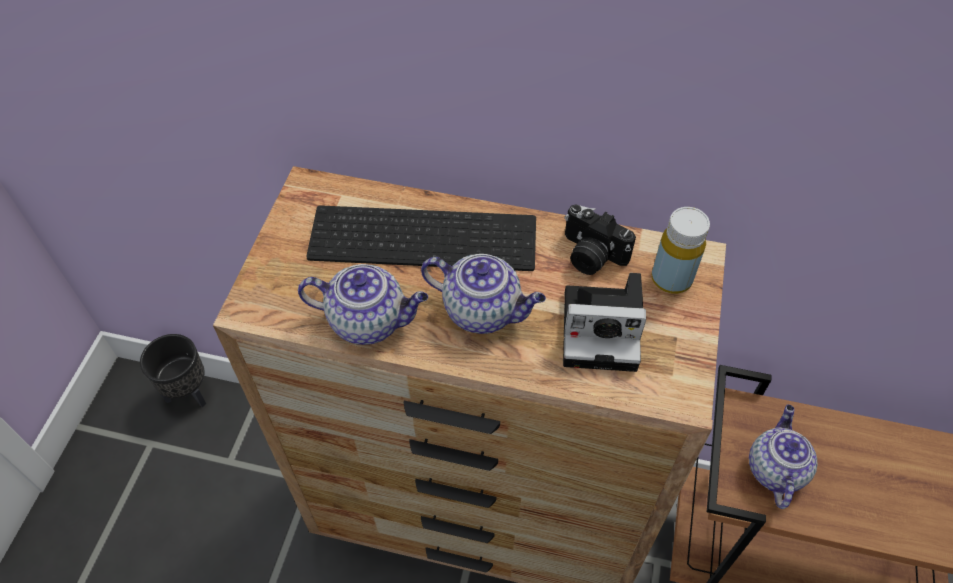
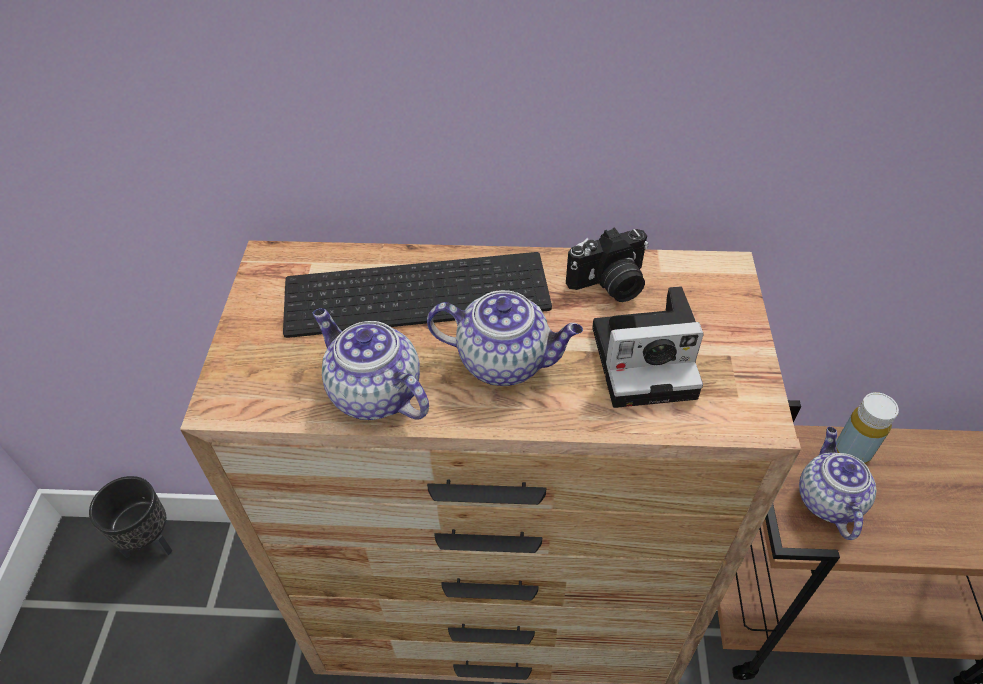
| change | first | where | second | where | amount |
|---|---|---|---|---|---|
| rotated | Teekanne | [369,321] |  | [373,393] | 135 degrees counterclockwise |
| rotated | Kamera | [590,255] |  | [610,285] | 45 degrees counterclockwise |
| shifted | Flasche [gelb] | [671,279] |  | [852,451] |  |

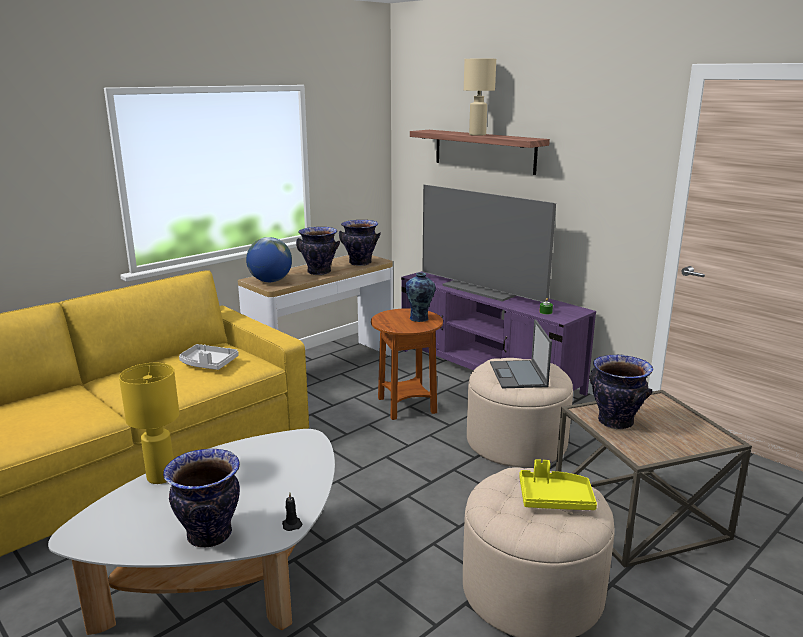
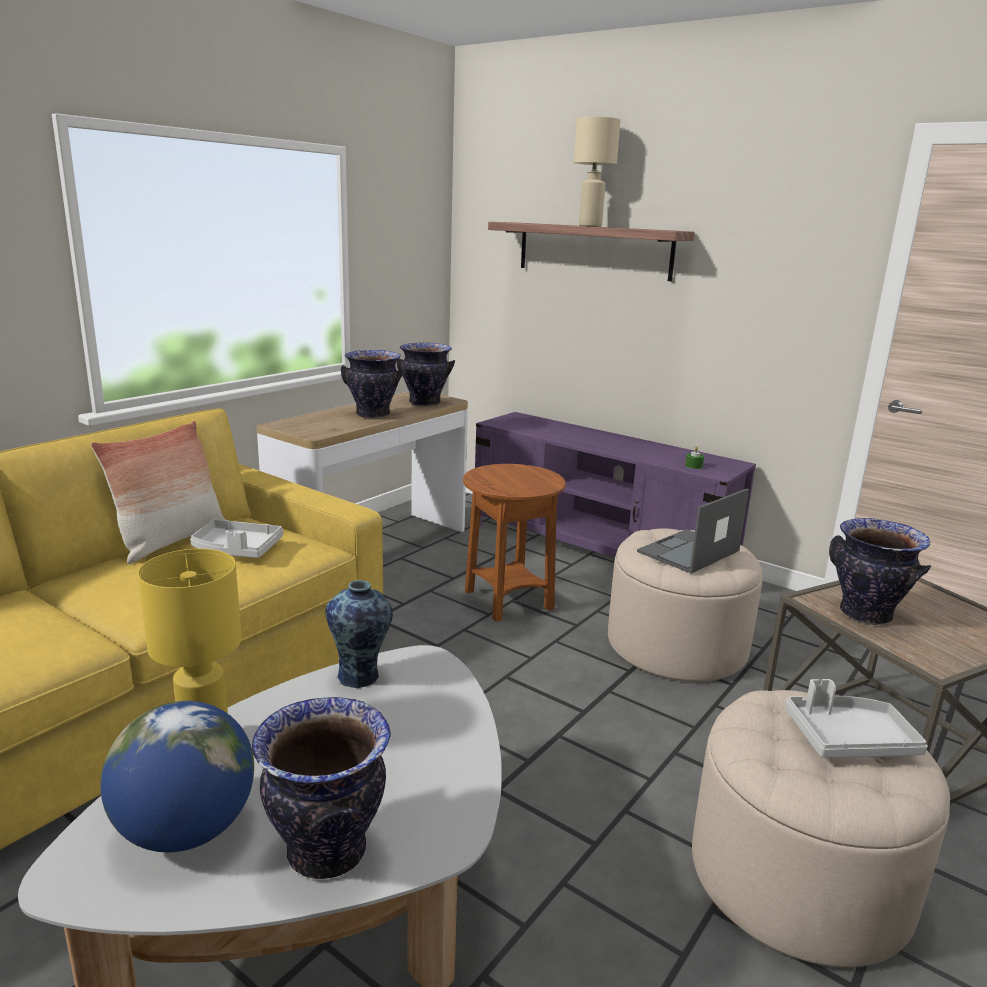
| change | first | where | second | where | amount |
|---|---|---|---|---|---|
| shifted | Globus | [270,281] |  | [186,830] |  |
| gone | Kerze [schwarz] | [291,524] |  |  |  |
| shifted | Vase | [420,319] |  | [360,677] |  |
| gone | Fernseher | [483,289] |  |  |  |
| rotated | Laptop | [518,375] |  | [688,552] | 60 degrees clockwise |
| repainted | Tablett [gelb] | [554,499] | Tablett [grau] | [848,739] |  |
| new |  |  | Kissen | [171,541] |  |

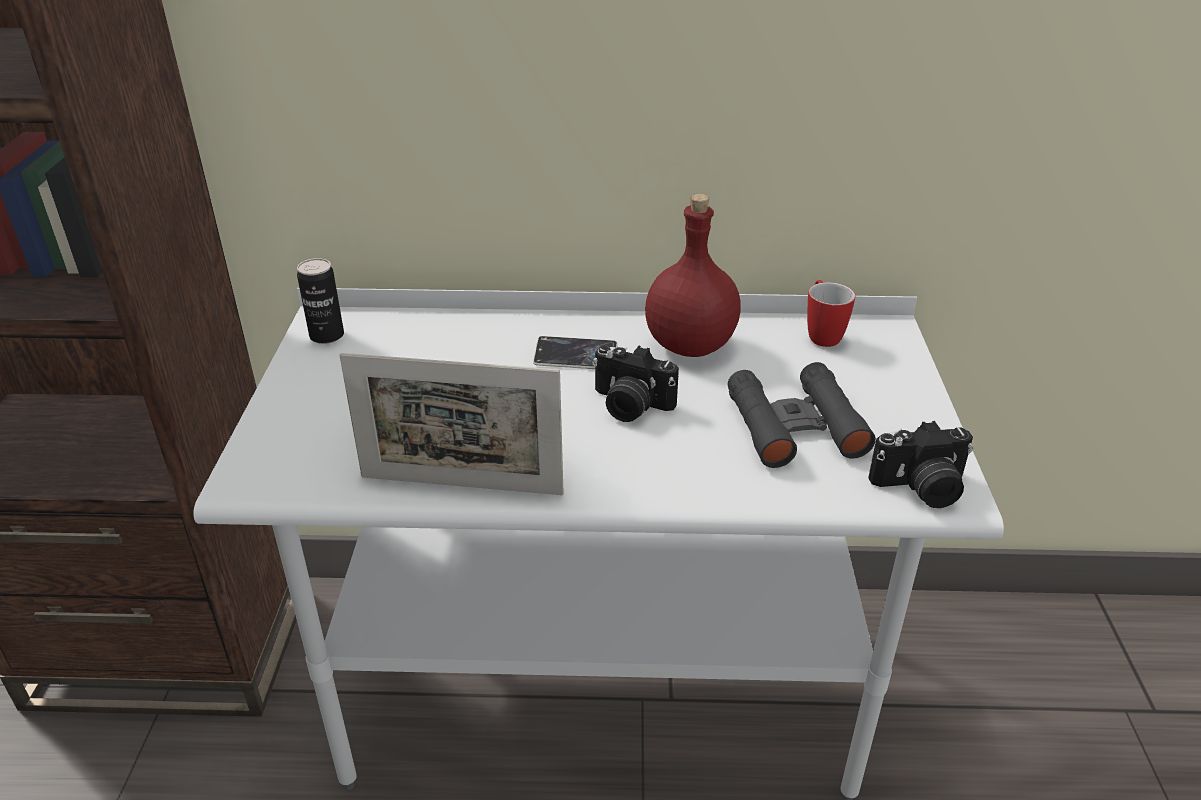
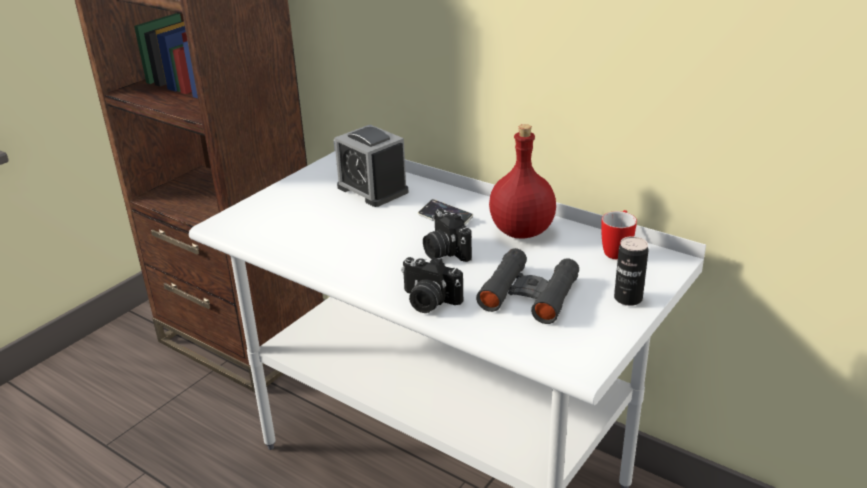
| change | first | where | second | where | amount |
|---|---|---|---|---|---|
| shifted | Dose | [327,336] |  | [628,298] |  |
| gone | Bilderrahmen | [461,485] |  |  |  |
| shifted | Kamera | [921,488] |  | [428,301] |  |
| new |  |  | Wecker | [372,189] |  |

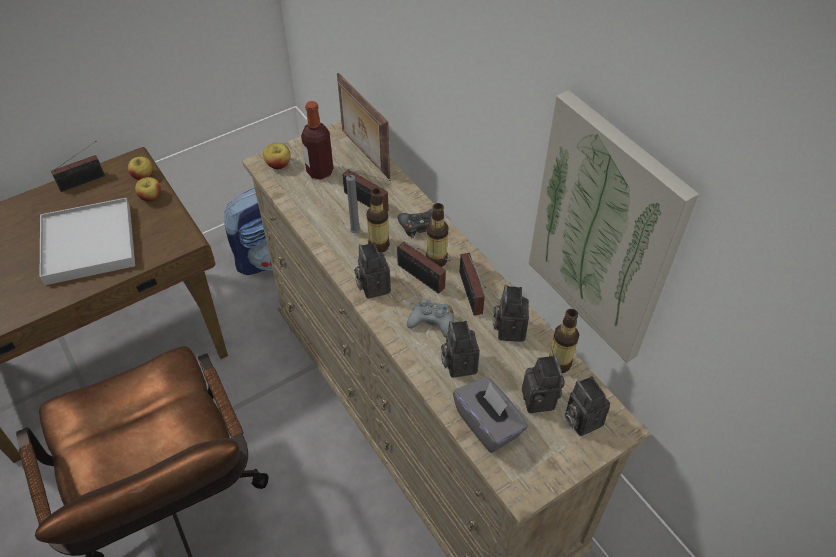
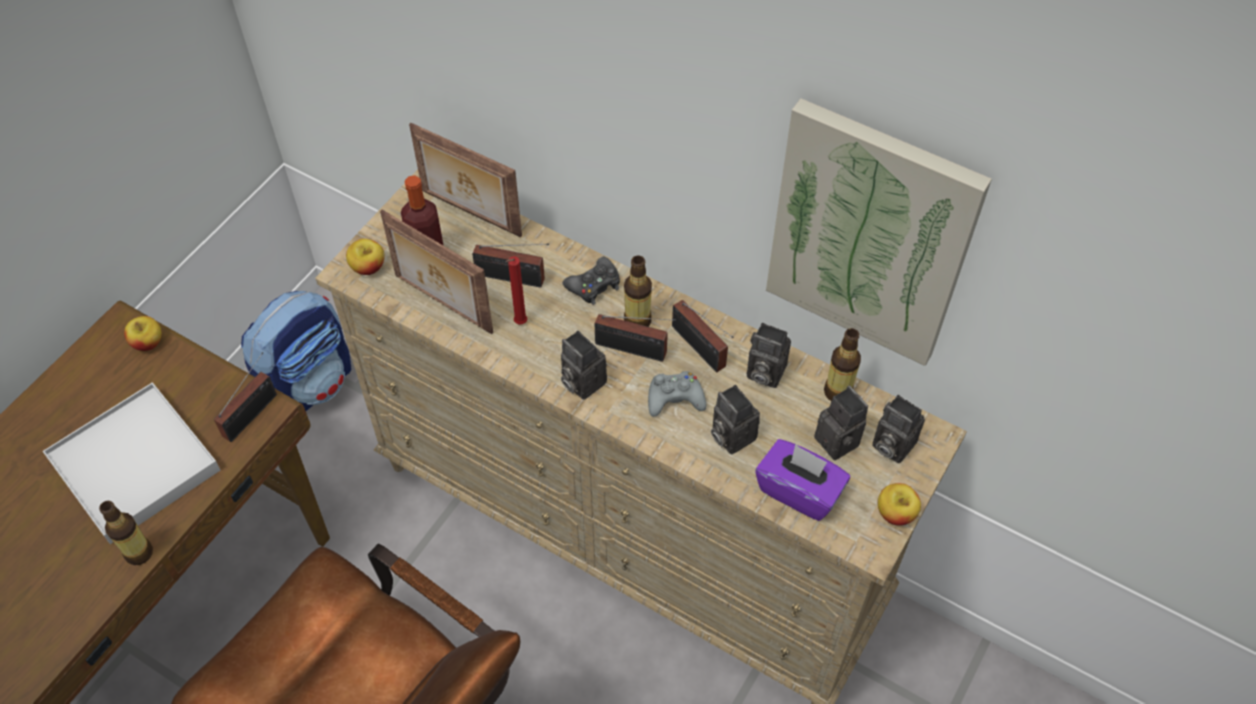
| change | first | where | second | where | amount |
|---|---|---|---|---|---|
| shifted | Radio | [85,181] |  | [253,413] |  |
| shifted | Apfel | [151,197] |  | [895,513] |  |
| repainted | Kerze [grau] | [353,233] | Kerze [rot] | [519,324] |  |
| shifted | Flasche | [379,245] |  | [139,553] |  |
| repainted | Taschentuchbox [grau] | [488,424] | Taschentuchbox [lila] | [799,491] |  |
| rotated | Kamera | [509,328] |  | [763,372] | 45 degrees counterclockwise |
| new |  |  | Bilderrahmen | [442,305] |  |

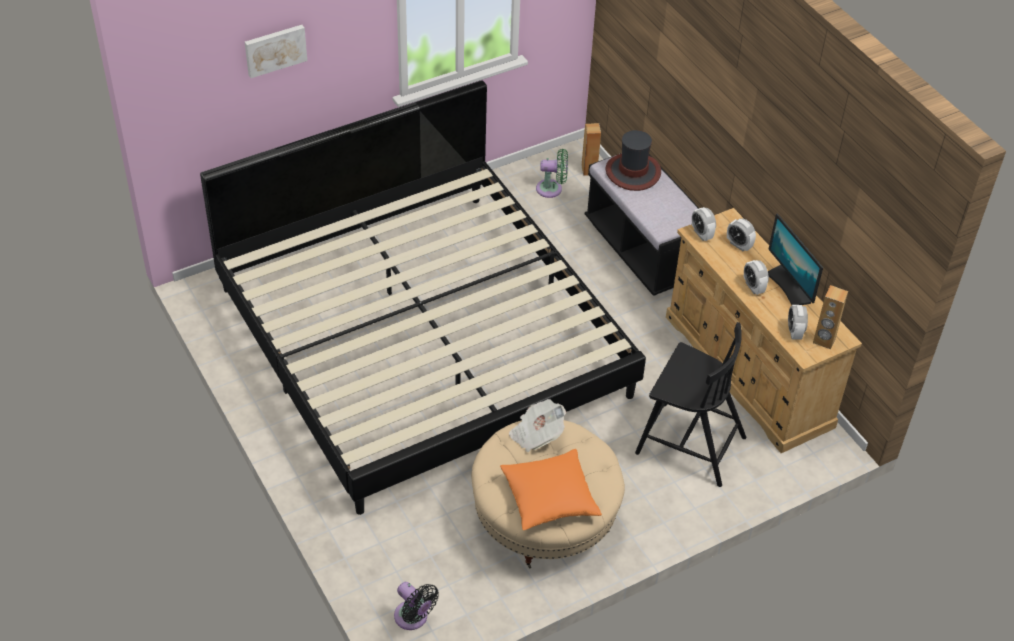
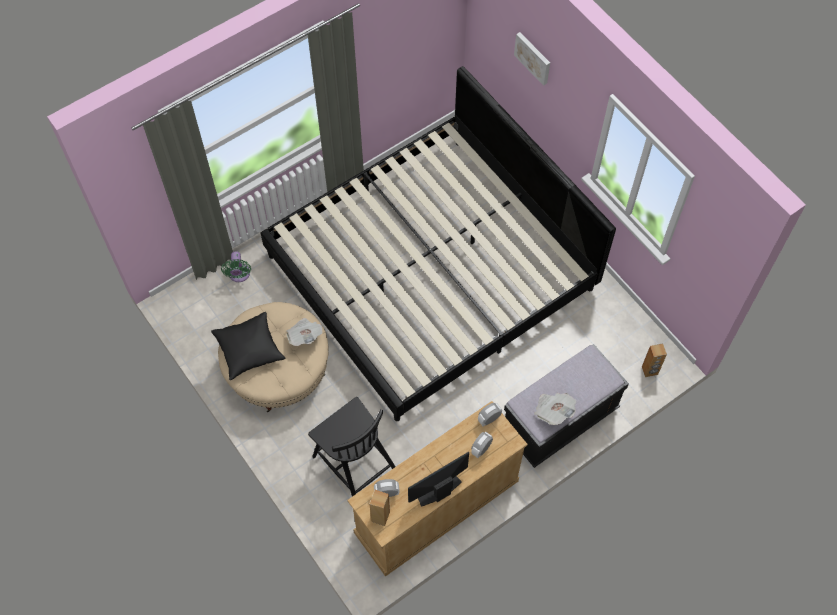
| change | first | where | second | where | amount |
|---|---|---|---|---|---|
| gone | Ventilator [schwarz] | [413,618] |  |  |  |
| repainted | Kissen [orange] | [549,498] | Kissen [schwarz] | [249,349] |  |
| shifted | Ventilator [grün] | [552,189] |  | [239,275] |  |
| gone | Hut | [633,172] |  |  |  |
| rotated | Stuhl [schwarz] | [688,444] |  | [354,463] | 60 degrees counterclockwise |
| gone | Wecker | [753,287] |  |  |  |
| new |  |  | Zeitung | [553,411] |  |

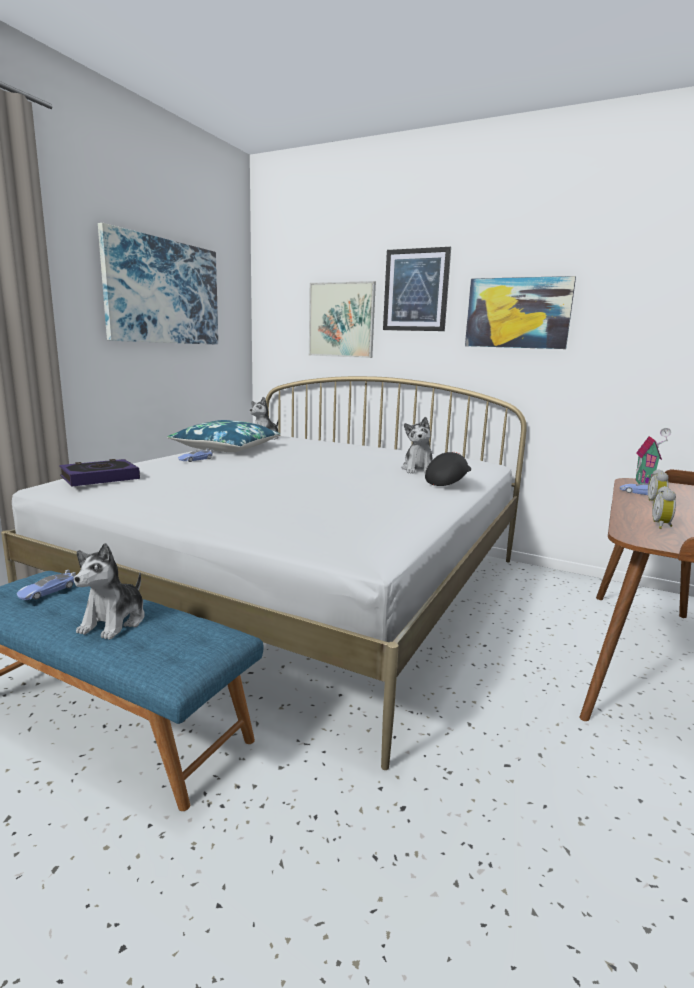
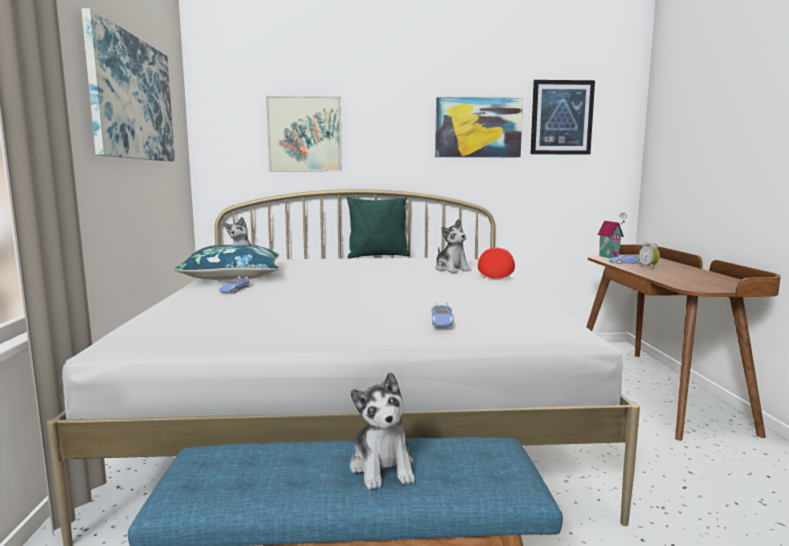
| change | first | where | second | where | amount |
|---|---|---|---|---|---|
| shifted | Spielzeugauto | [47,591] |  | [442,321] |  |
| gone | Buch | [100,478] |  |  |  |
| shifted | Bild | [416,290] |  | [561,117] |  |
| repainted | Kappe [schwarz] | [447,481] | Kappe [rot] | [495,274] |  |
| gone | Wecker | [662,525] |  |  |  |
| new |  |  | Kissen [grün] | [378,256] |  |

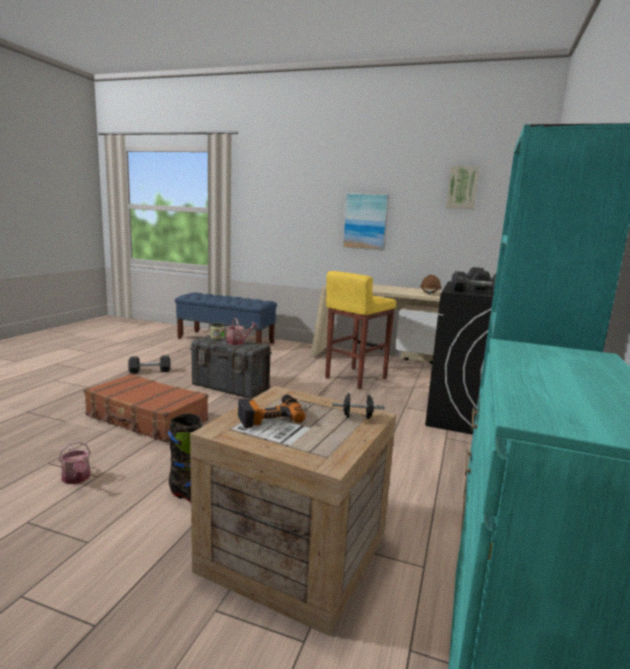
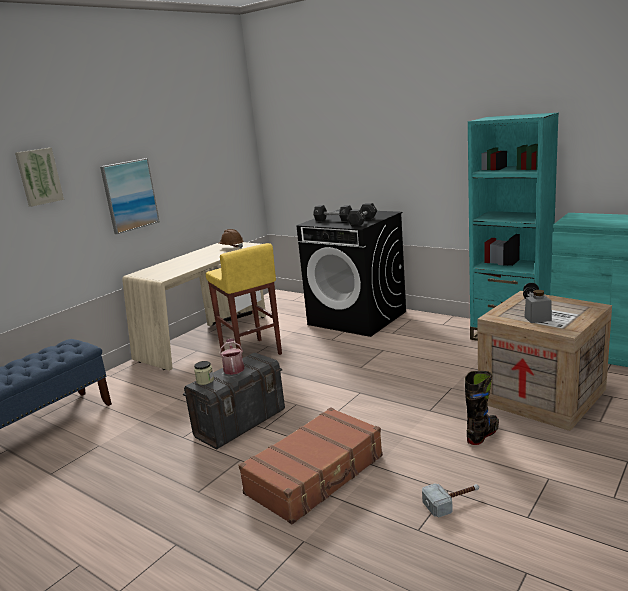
| change | first | where | second | where | amount |
|---|---|---|---|---|---|
| swapped | Gießkanne | [77,479] | Hammer | [453,502] |  |
| gone | Hantel [schwarz] | [150,371] |  |  |  |
| swapped | Bohrmaschine | [269,416] | Vorratsglas [grau] | [537,319] |  |
| shifted | Bild | [462,187] |  | [39,176] |  |

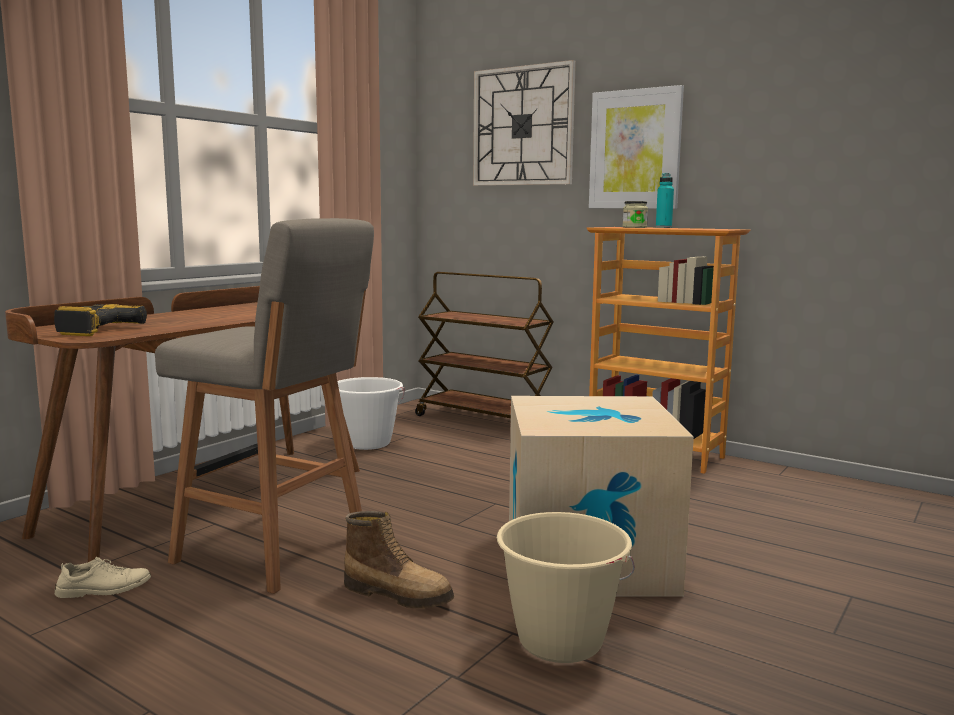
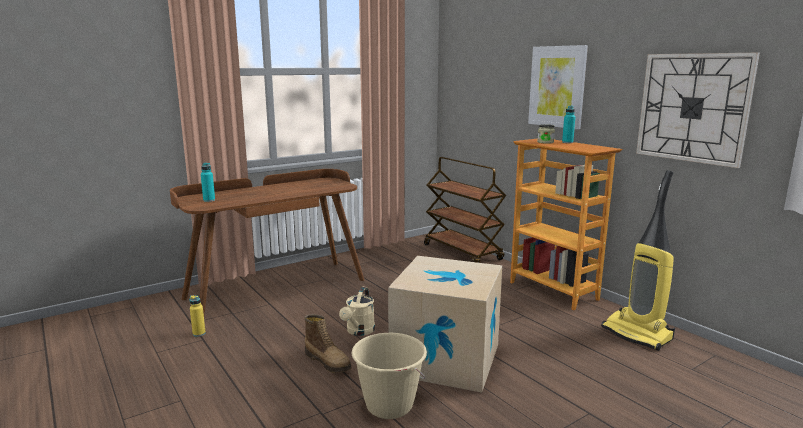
| change | first | where | second | where | amount |
|---|---|---|---|---|---|
| swapped | Bohrmaschine | [94,330] | Flasche [türkis] | [209,200] |  |
| swapped | Schuh [beige] | [104,589] | Flasche [gelb] | [199,333] |  |
| gone | Hocker [grau] | [276,551] |  |  |  |
| gone | Eimer [weiß] | [367,443] |  |  |  |
| shifted | Wanduhr | [523,126] |  | [693,108] |  |
| new |  |  | Gießkanne [beige] | [359,331] |  |
| new |  |  | Staubsauger | [638,334] |  |

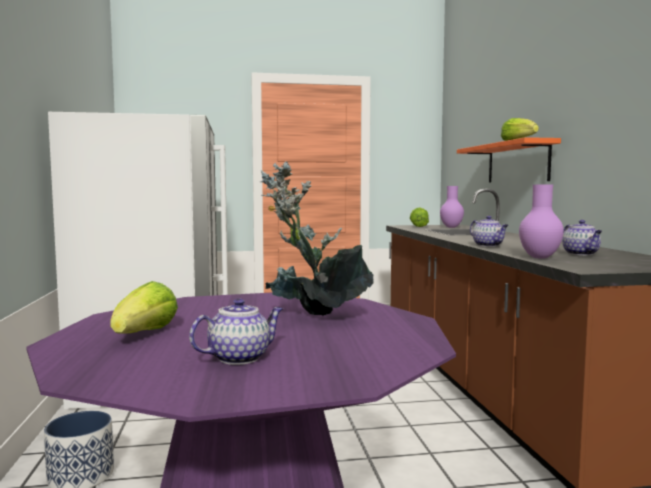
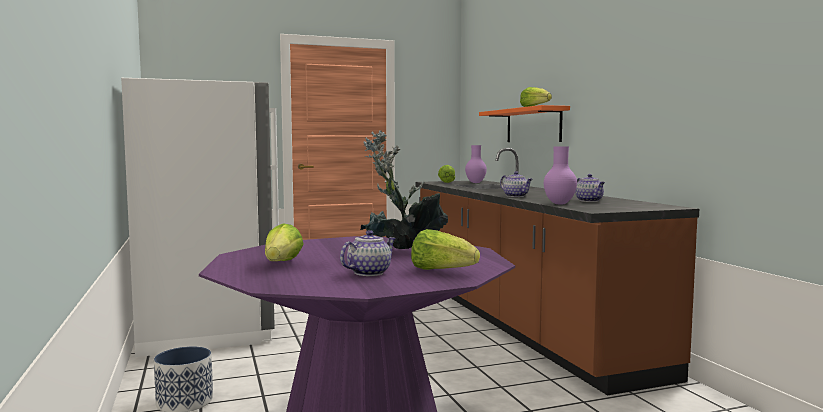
| change | first | where | second | where | amount |
|---|---|---|---|---|---|
| new |  |  | Salatkopf | [441,271] |  |

